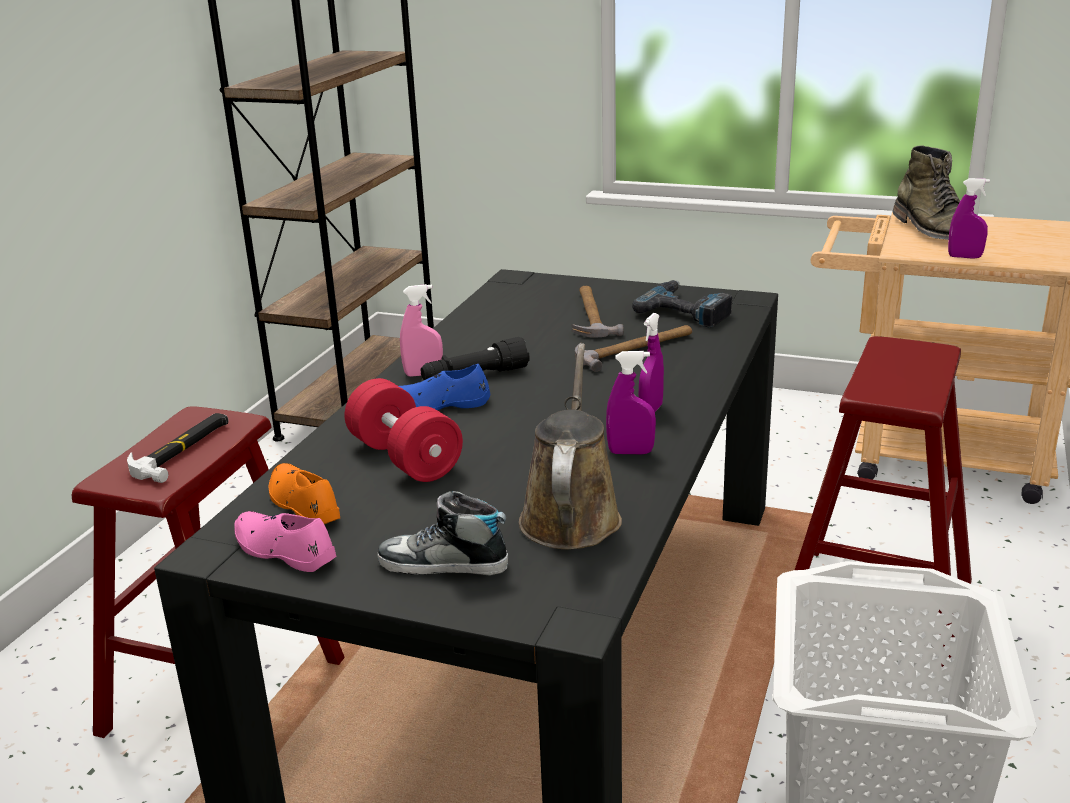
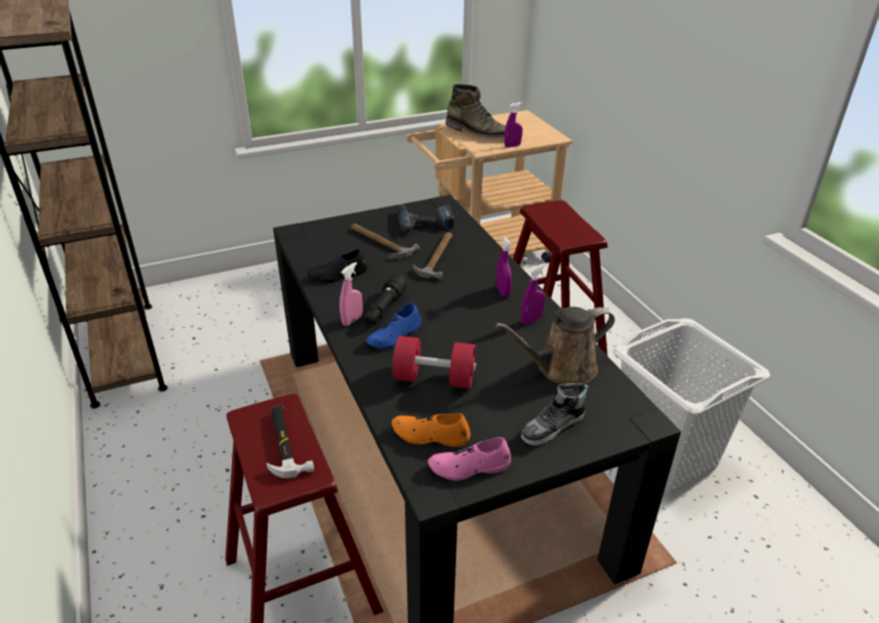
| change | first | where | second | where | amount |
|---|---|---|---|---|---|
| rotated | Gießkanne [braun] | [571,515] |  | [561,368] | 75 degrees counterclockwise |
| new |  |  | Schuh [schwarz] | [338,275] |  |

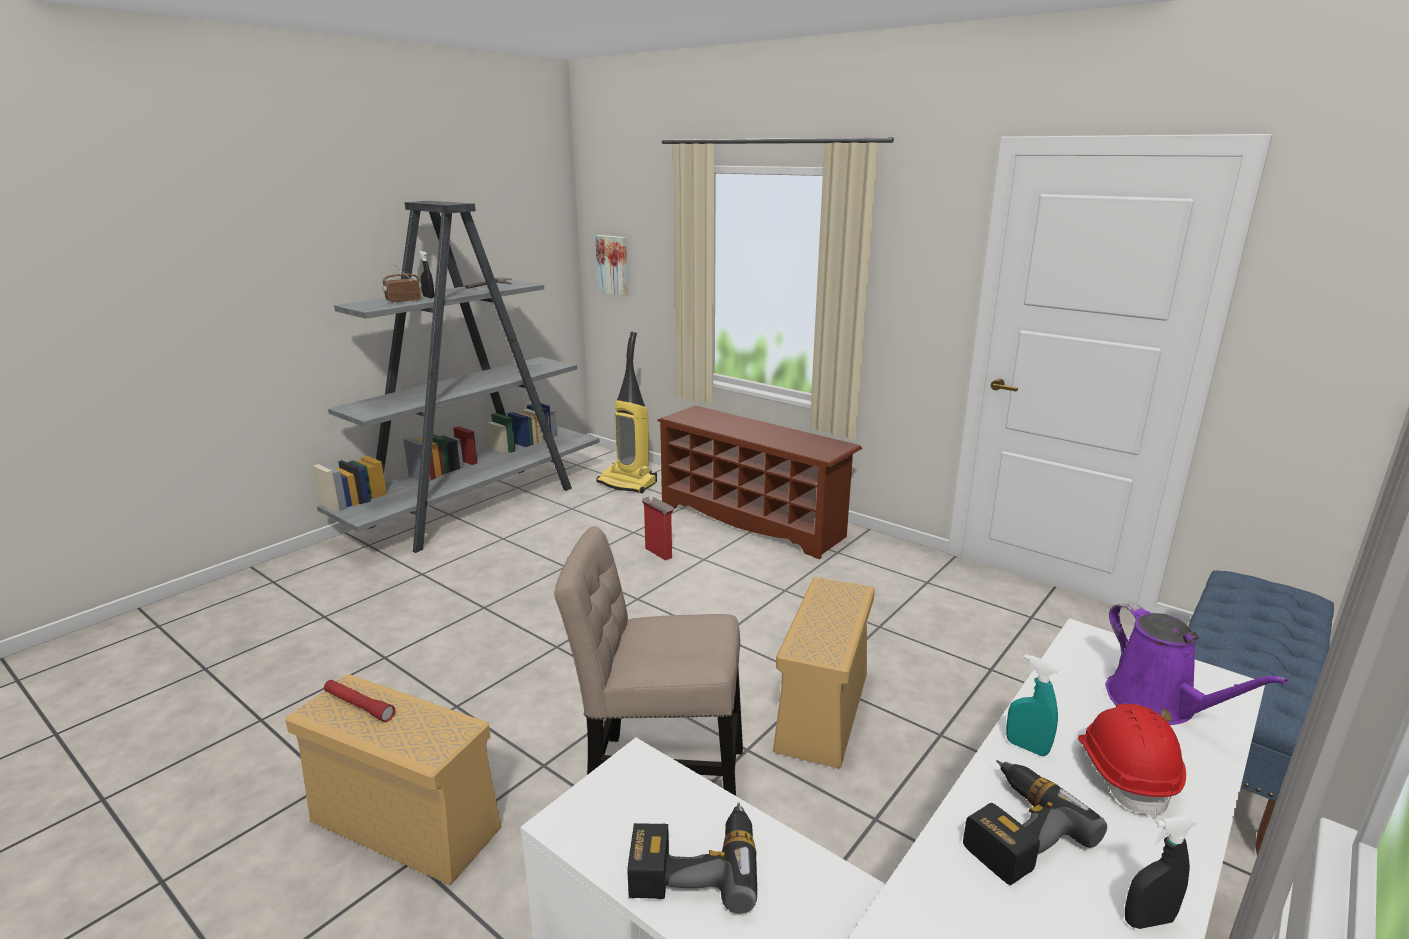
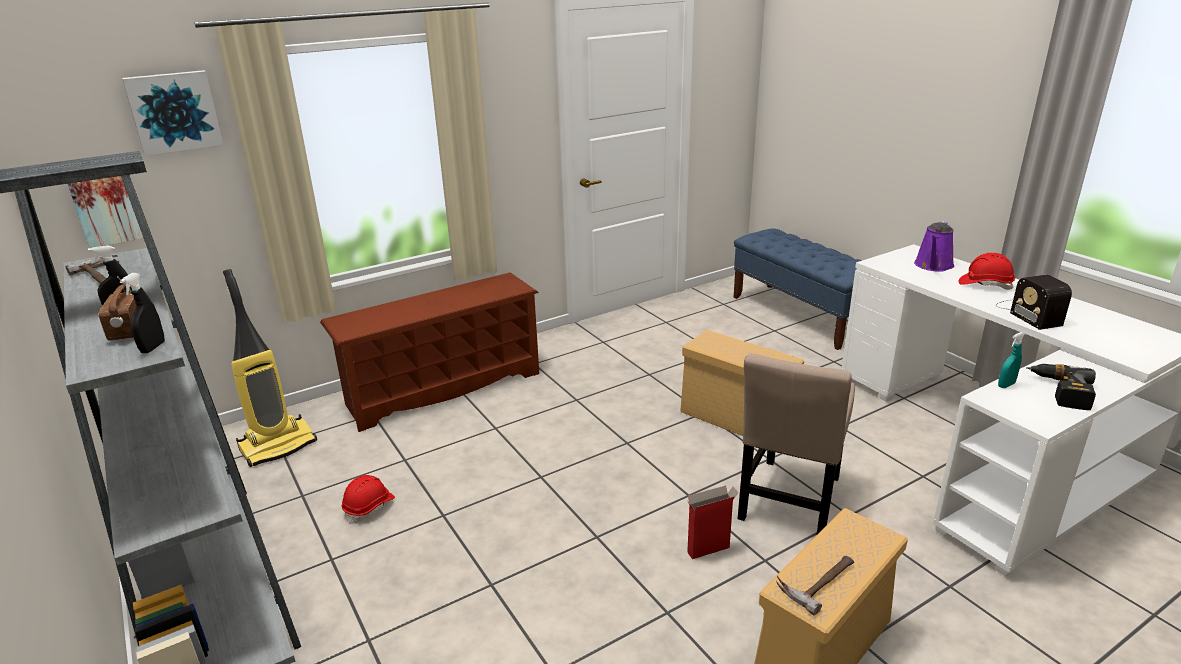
| change | first | where | second | where | amount |
|---|---|---|---|---|---|
| swapped | Taschenlampe [rot] | [359,706] | Hammer | [816,580] |  |
| shifted | Karton | [659,553] |  | [709,549] |  |
| swapped | Bohrmaschine | [1014,829] | Radio | [1027,313] |  |
| shifted | Sprühflasche [türkis] | [1026,747] |  | [1006,385] |  |
| rotated | Gießkanne [lila] | [1156,704] |  | [933,266] | 120 degrees clockwise |
| shifted | Sprühflasche [schwarz] | [1148,920] |  | [153,348] |  |
| new |  |  | Bild | [174,112] |  |
| new |  |  | Schutzhelm [rot] | [369,507] |  |

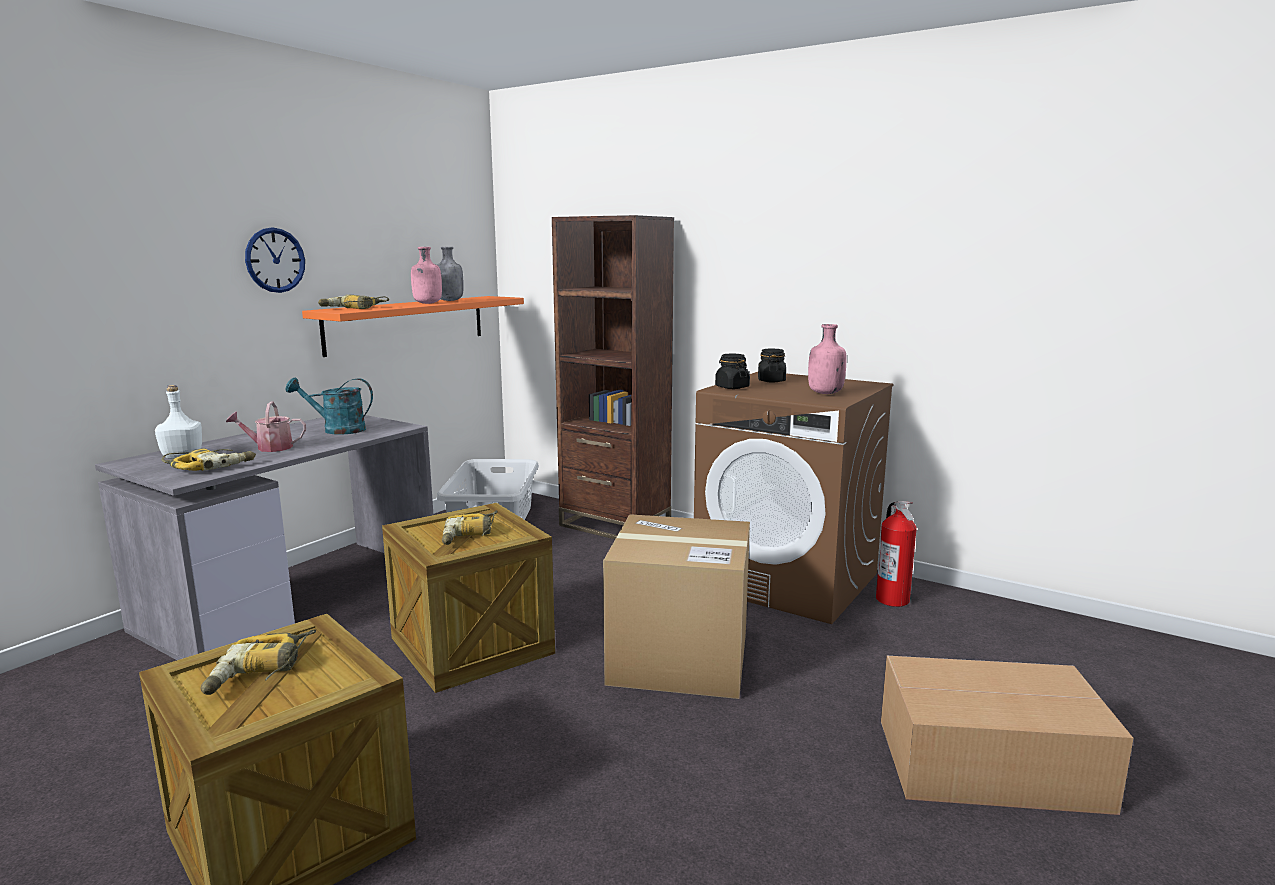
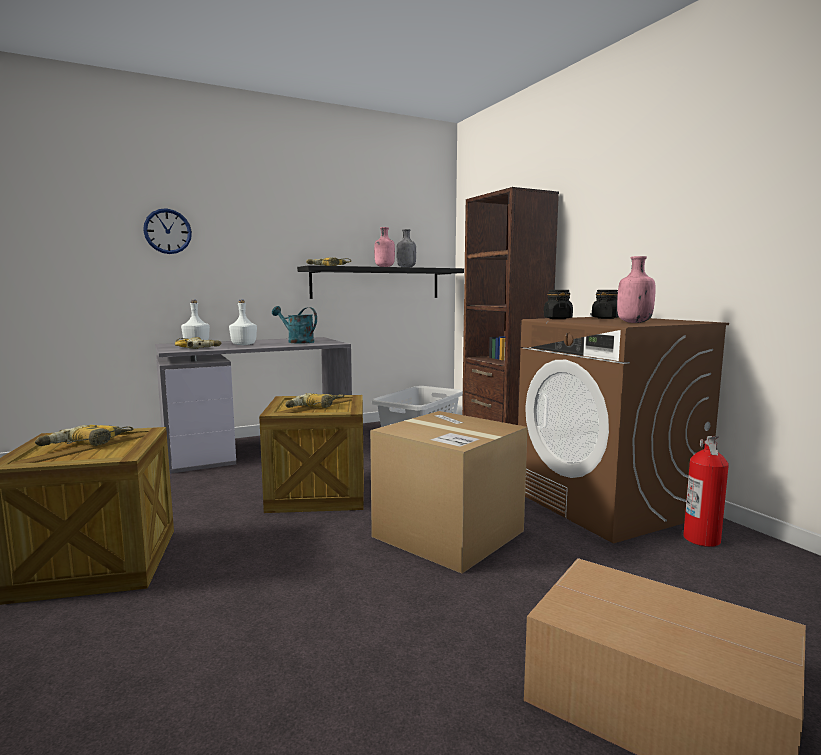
| change | first | where | second | where | amount |
|---|---|---|---|---|---|
| swapped | Gießkanne | [269,448] | Flasche [weiß] | [244,344] |  |
| shifted | Wanduhr | [275,260] |  | [167,231] |  |
| repainted | Wandregal [orange] | [407,324] | Wandregal [schwarz] | [376,283] |  |

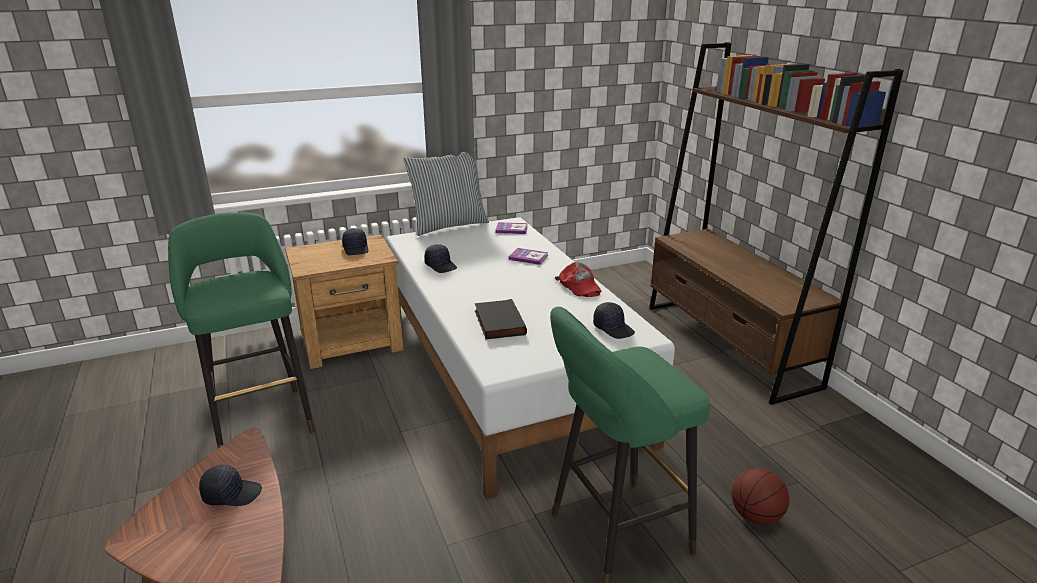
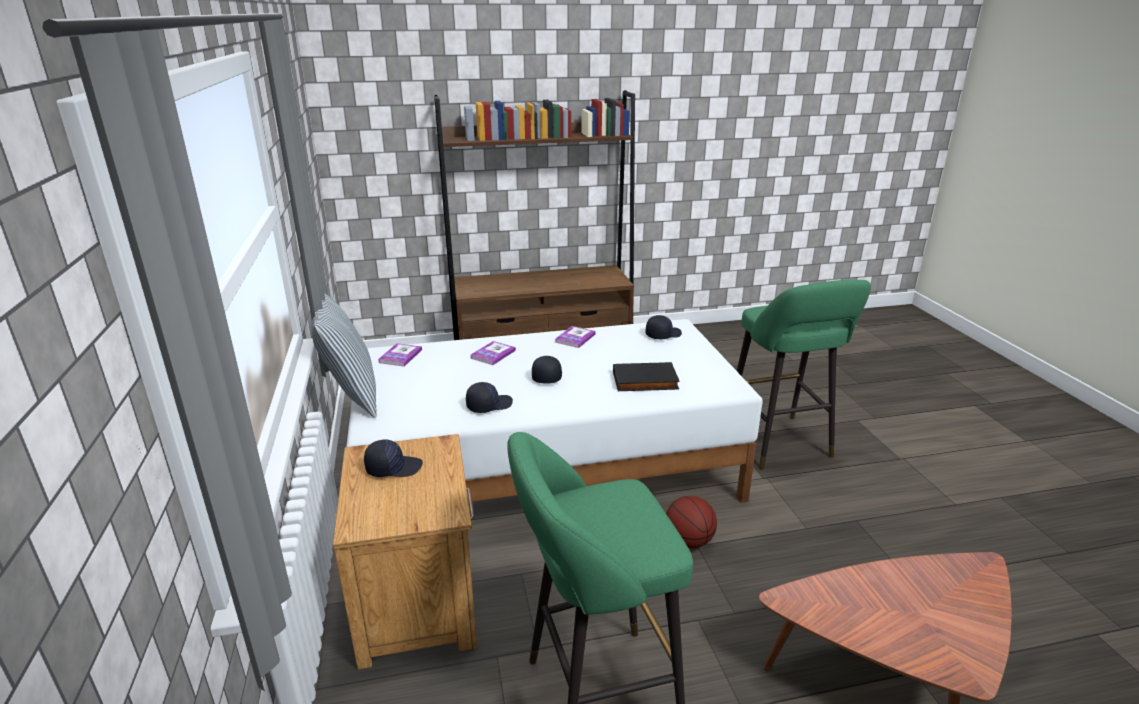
| change | first | where | second | where | amount |
|---|---|---|---|---|---|
| shifted | Kappe [schwarz] | [232,493] |  | [547,376] |  |
| swapped | Kappe [rot] | [579,286] | Buch | [575,338] |  |
| shifted | Basketball | [755,516] |  | [688,541] |  |

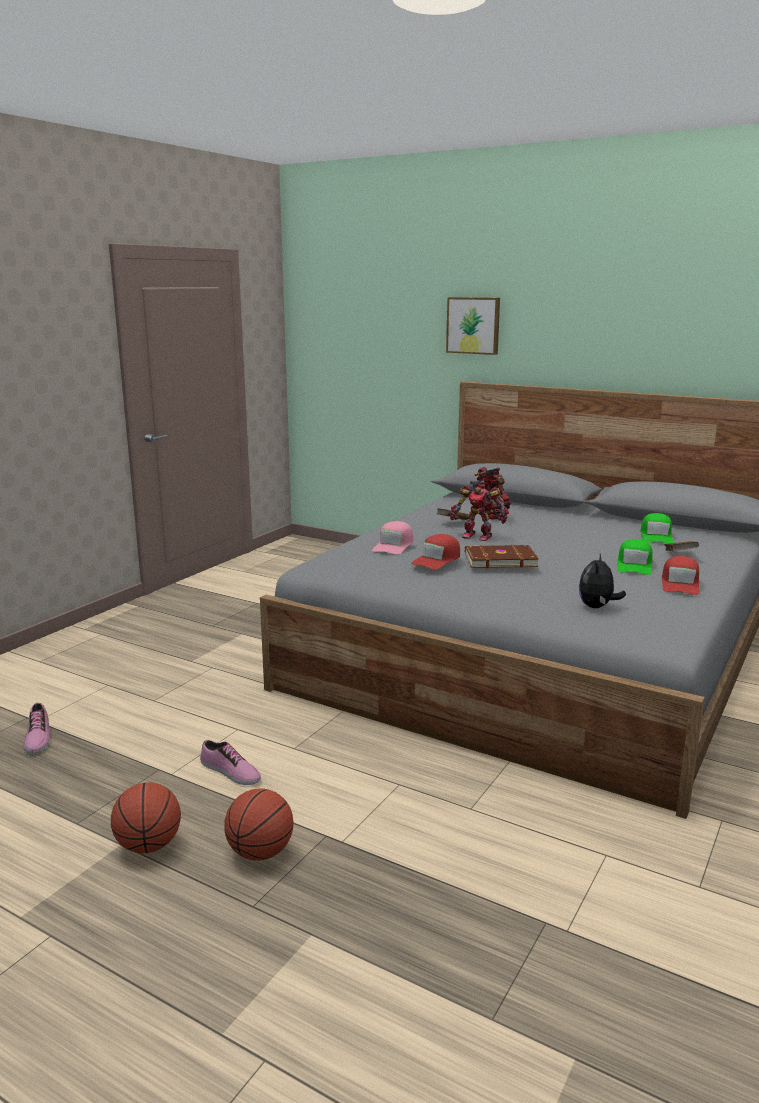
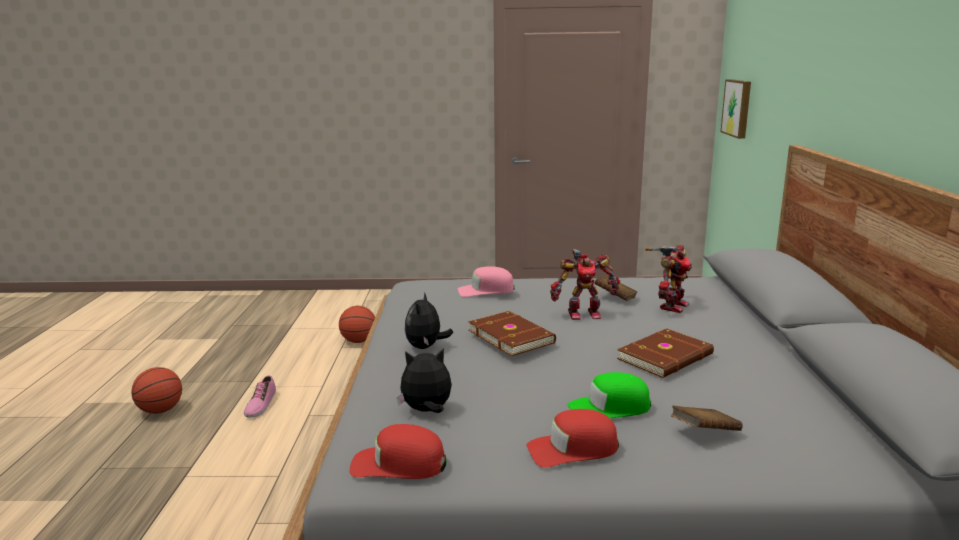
| change | first | where | second | where | amount |
|---|---|---|---|---|---|
| gone | Schuh | [37,737] |  |  |  |
| shifted | Basketball | [260,852] |  | [358,341] |  |
| shifted | Kappe [rot] | [437,560] |  | [398,464] |  |
| shifted | Bild | [473,325] |  | [738,108] |  |
| rotated | Spielzeugroboter | [477,536] |  | [583,314] | 90 degrees counterclockwise |
| gone | Kappe [grün] | [656,536] |  |  |  |
| new |  |  | Plüschtier | [426,347] |  |
| new |  |  | Buch [braun] | [667,357] |  |

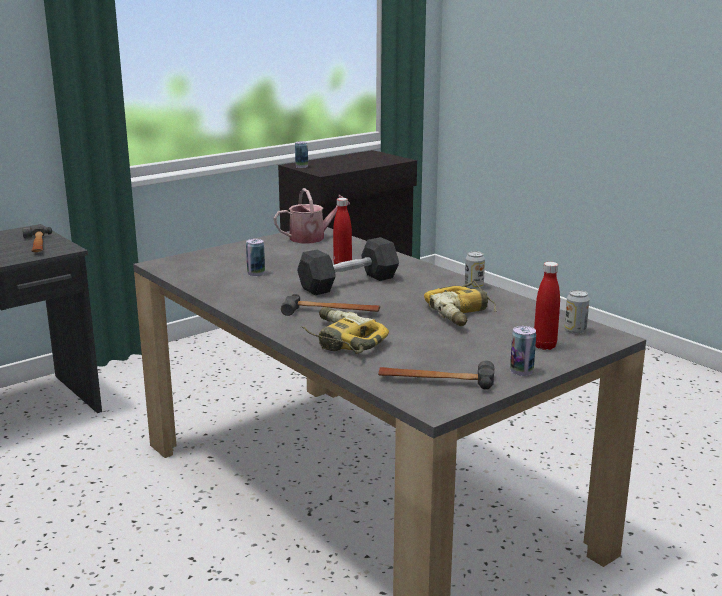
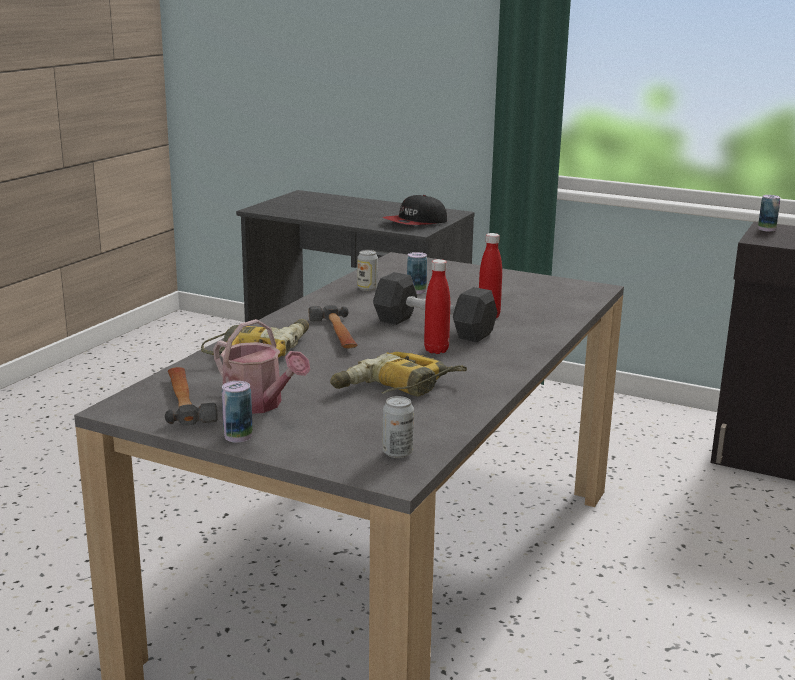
| change | first | where | second | where | amount |
|---|---|---|---|---|---|
| swapped | Hammer | [37,245] | Kappe | [415,222] |  |
| shifted | Gießkanne | [312,238] |  | [258,405] |  |
| shifted | Dose | [474,287] |  | [367,288] |  |
| shifted | Flasche [rot] | [544,346] |  | [436,350] |  |

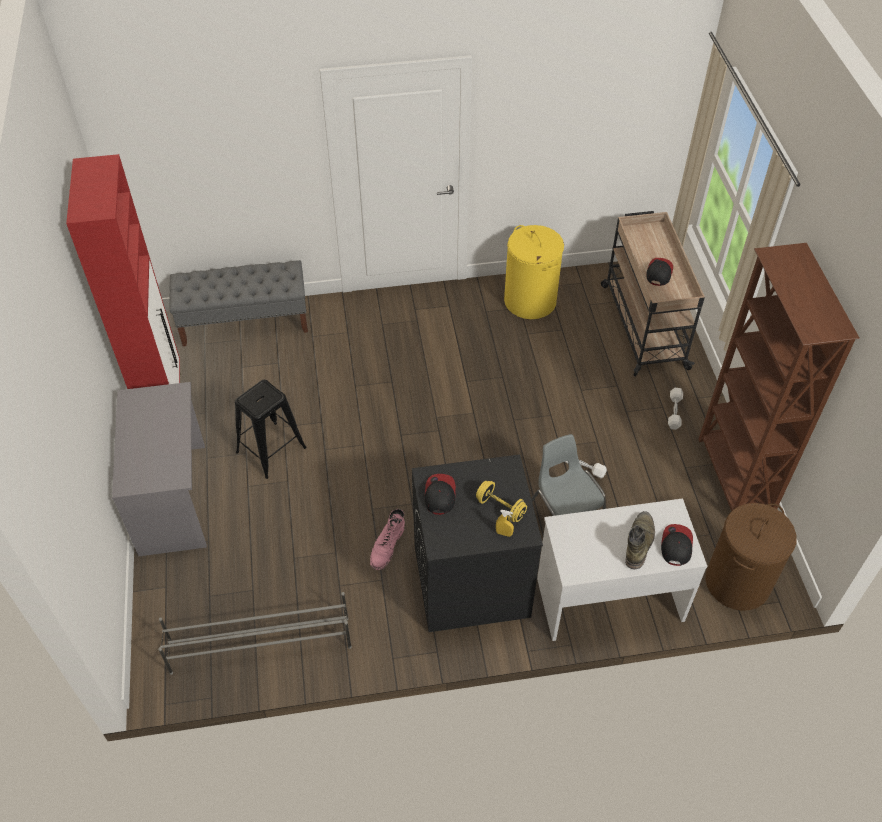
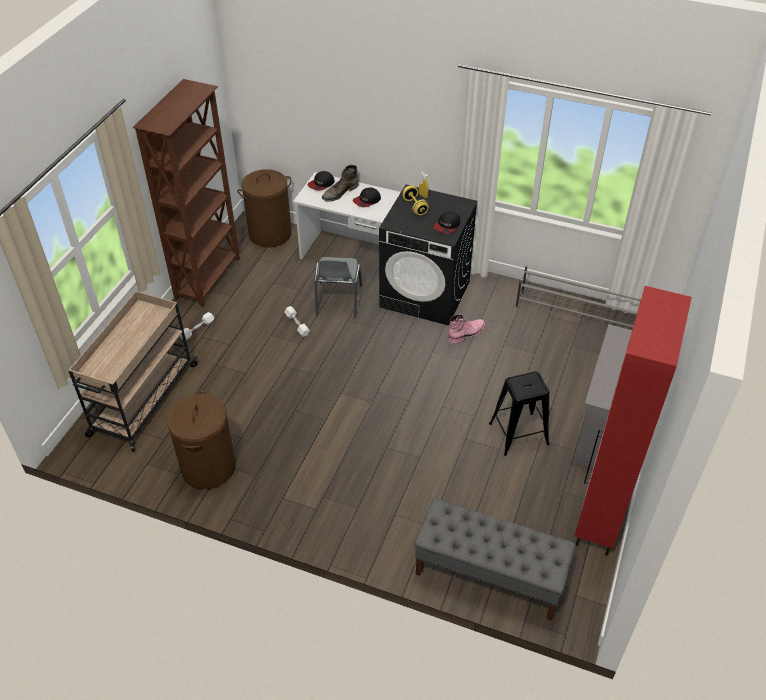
| change | first | where | second | where | amount |
|---|---|---|---|---|---|
| repainted | Wäschekorb [gelb] | [530,301] | Wäschekorb [braun] | [208,467] |  |
| shifted | Kappe | [659,273] |  | [367,201] |  |

